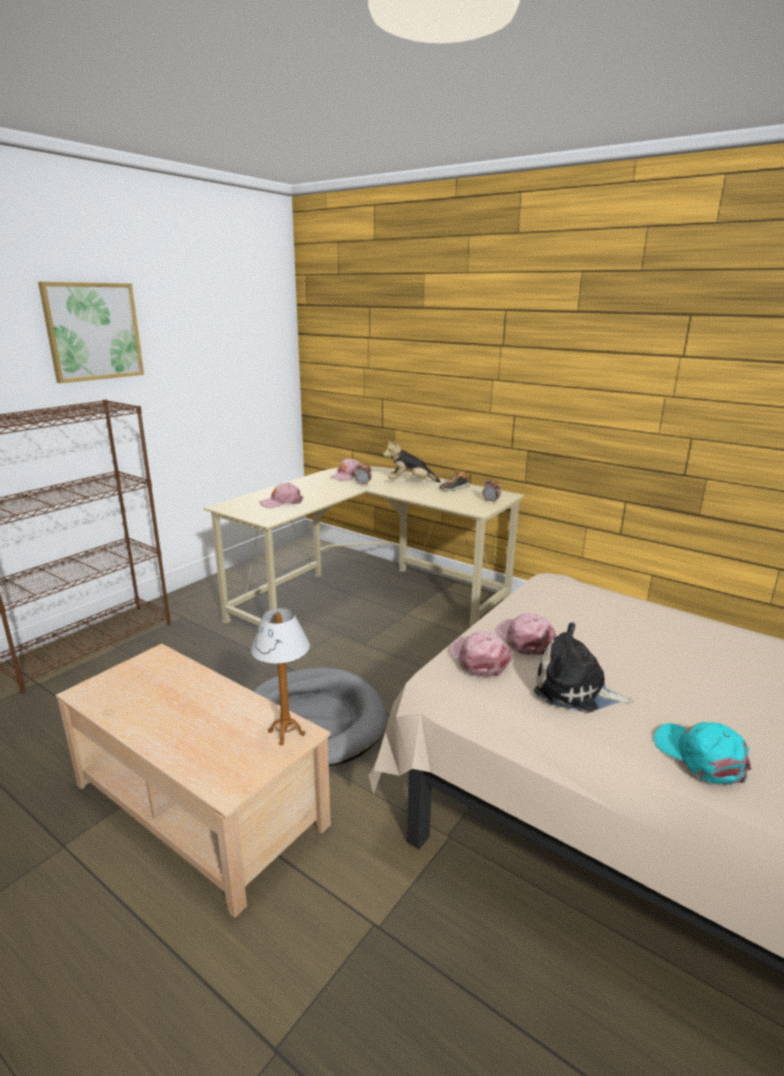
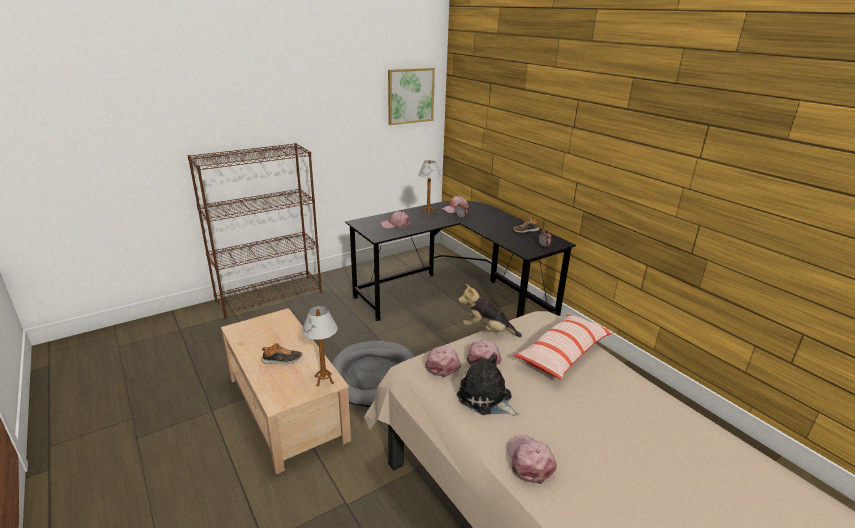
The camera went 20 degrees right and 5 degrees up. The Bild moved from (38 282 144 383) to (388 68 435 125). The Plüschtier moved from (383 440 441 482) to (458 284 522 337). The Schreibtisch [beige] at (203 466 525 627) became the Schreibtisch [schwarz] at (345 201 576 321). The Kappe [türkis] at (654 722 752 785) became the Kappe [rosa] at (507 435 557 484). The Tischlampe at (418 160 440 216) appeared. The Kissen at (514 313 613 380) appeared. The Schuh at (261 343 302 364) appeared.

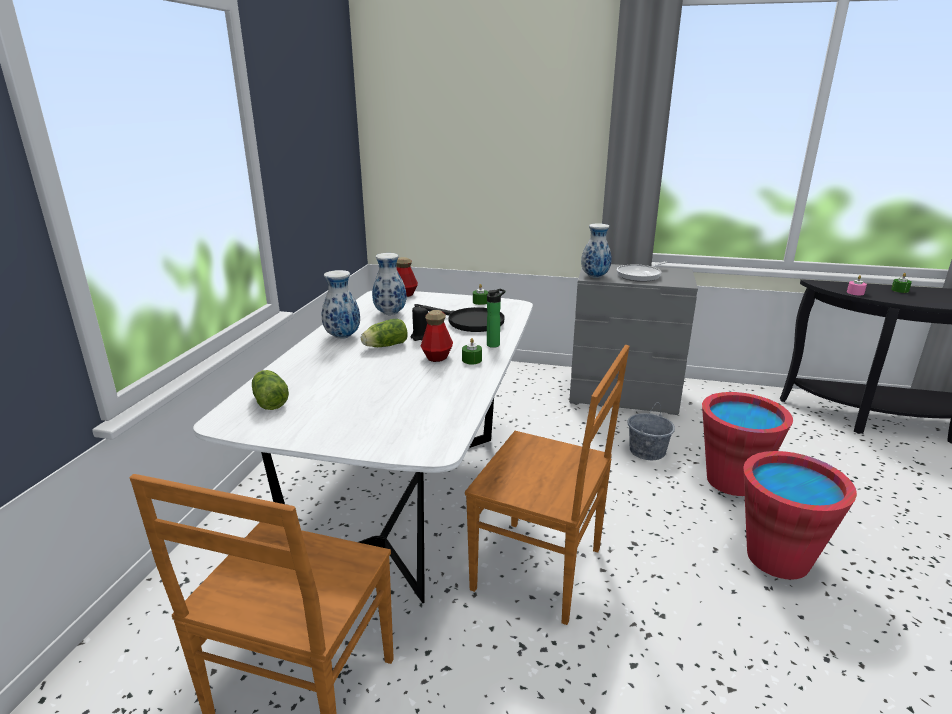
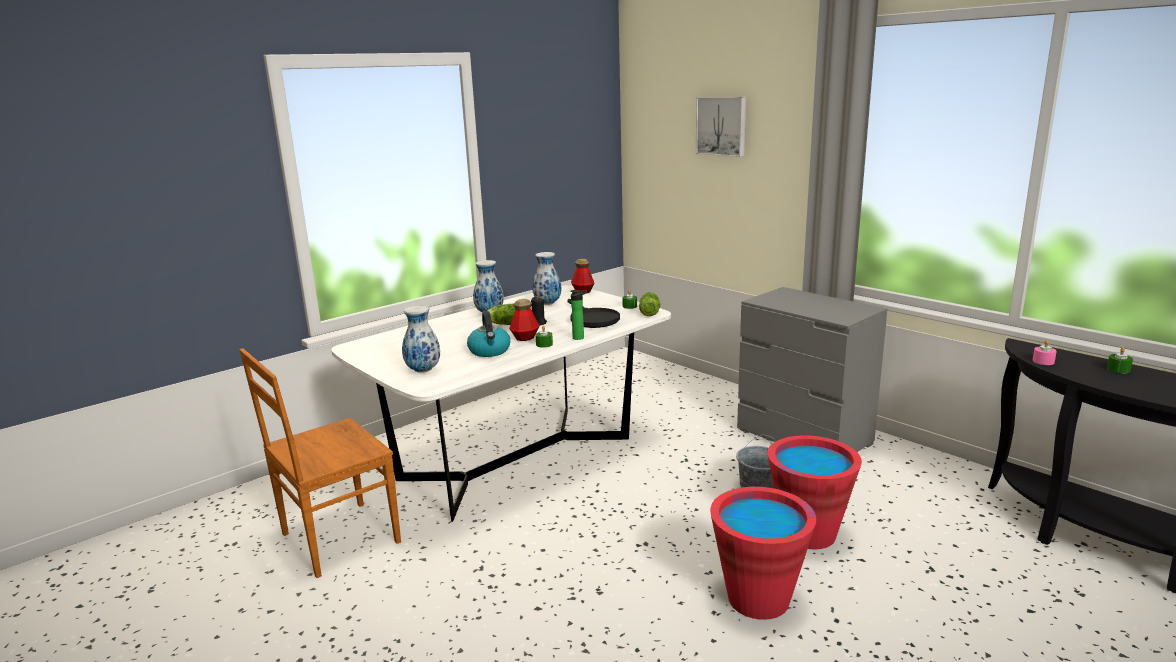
The camera went 35 degrees right and 5 degrees down. The Vase moved from (581 223 612 278) to (402 306 440 373). The Pfanne at (617 261 668 282) disappeared. The Stuhl [braun] at (465 345 630 625) disappeared. The Salatkopf moved from (252 370 289 410) to (639 292 660 316). The Bild at (696 97 746 157) appeared. The Wasserkessel at (467 311 510 357) appeared.

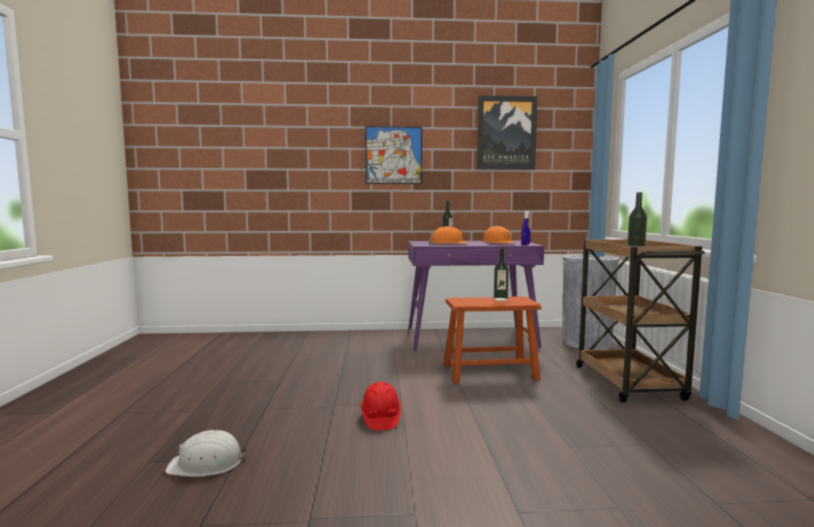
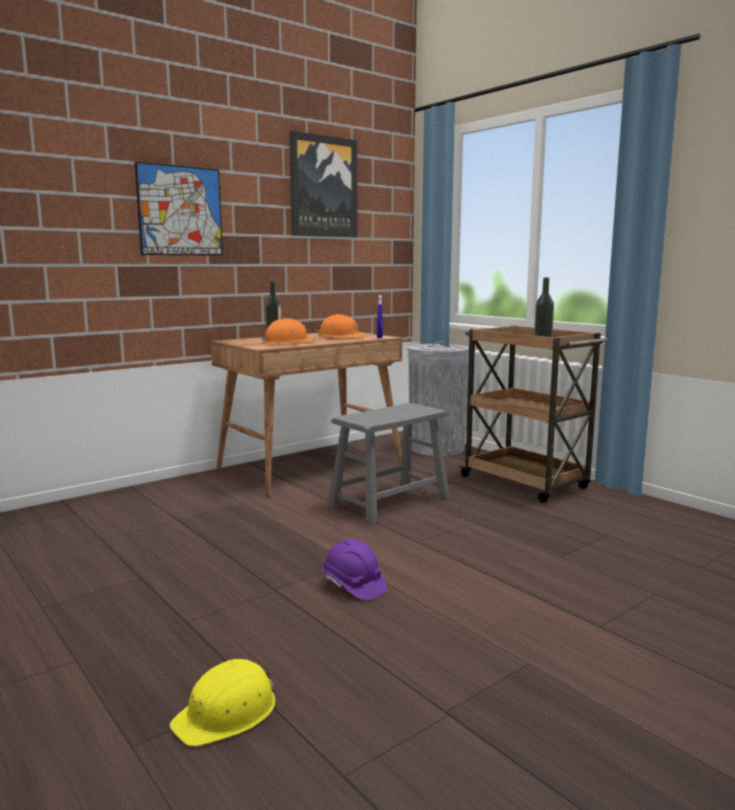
The camera went 35 degrees left and 5 degrees up. The Schreibtisch [lila] at (408 241 544 351) became the Schreibtisch [braun] at (211 332 402 496). The Flasche at (494 248 509 301) disappeared. The Hocker [braun] at (444 296 542 384) became the Hocker [grau] at (328 403 450 524). The Schutzhelm [rot] at (361 382 401 430) became the Schutzhelm [lila] at (323 539 387 601). The Schutzhelm [weiß] at (165 430 248 477) became the Schutzhelm [gelb] at (170 659 275 747).

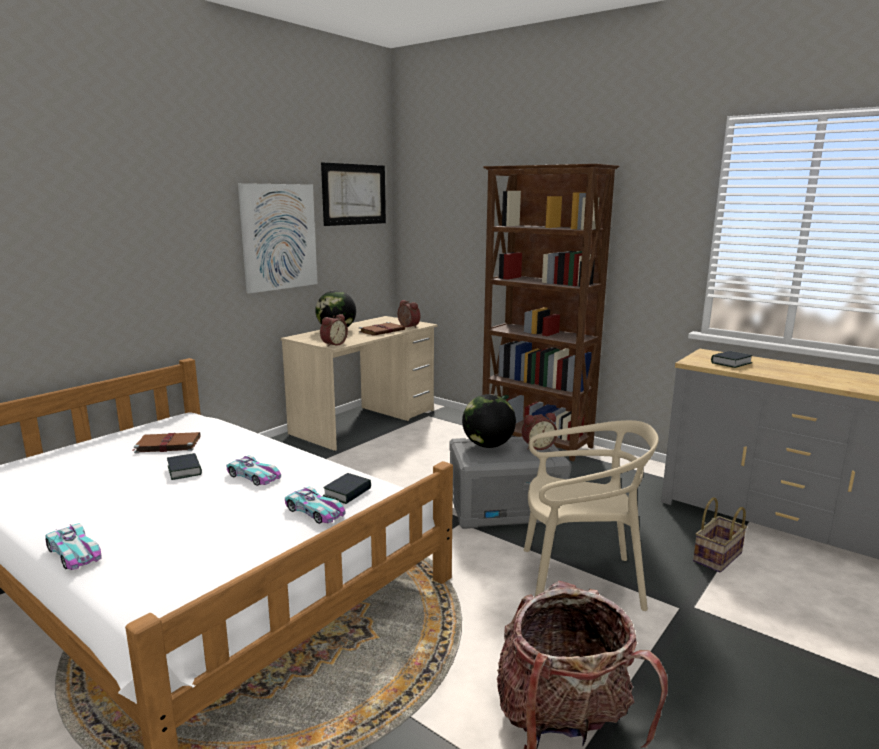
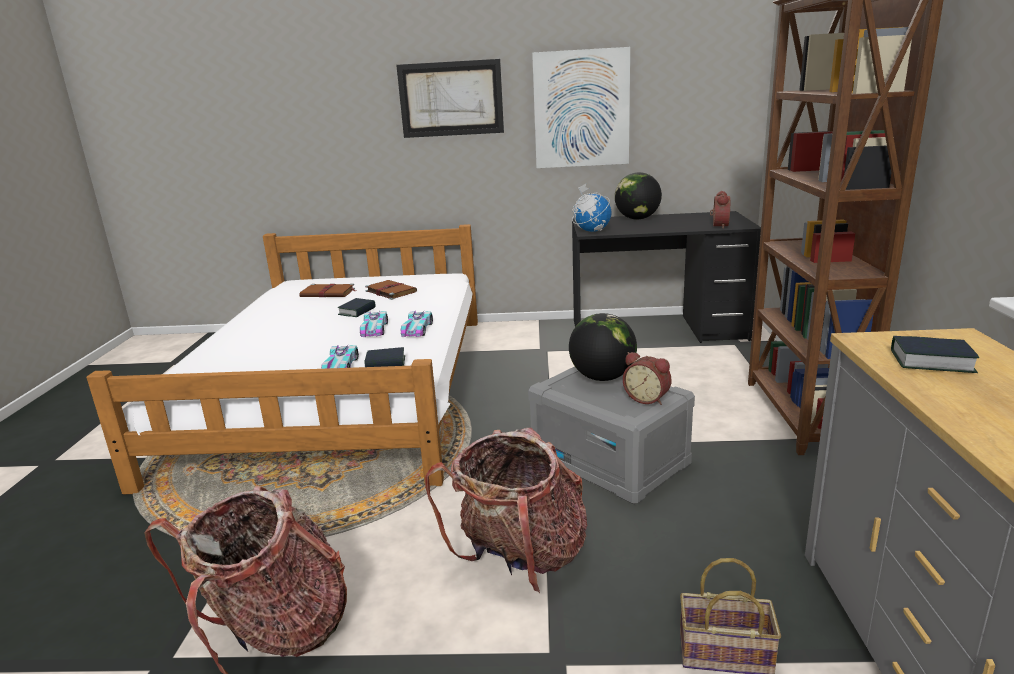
The camera went 55 degrees right and 5 degrees up. The Bild moved from (321 162 386 226) to (396 59 504 138). The Wecker at (320 314 348 347) was replaced by the Globus at (572 184 612 232). The Schreibtisch [beige] at (281 316 438 451) became the Schreibtisch [schwarz] at (572 211 761 343). The Buch [braun] moved from (359 322 405 336) to (299 283 357 297). The Stuhl [beige] at (524 420 659 611) was replaced by the Rucksack at (425 428 587 593). The Spielzeugauto moved from (45 523 102 570) to (400 310 433 337).

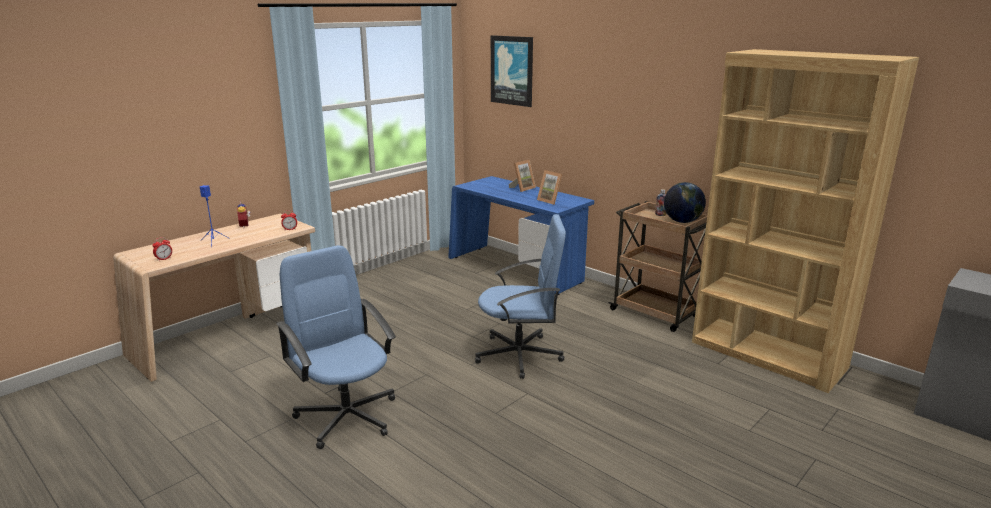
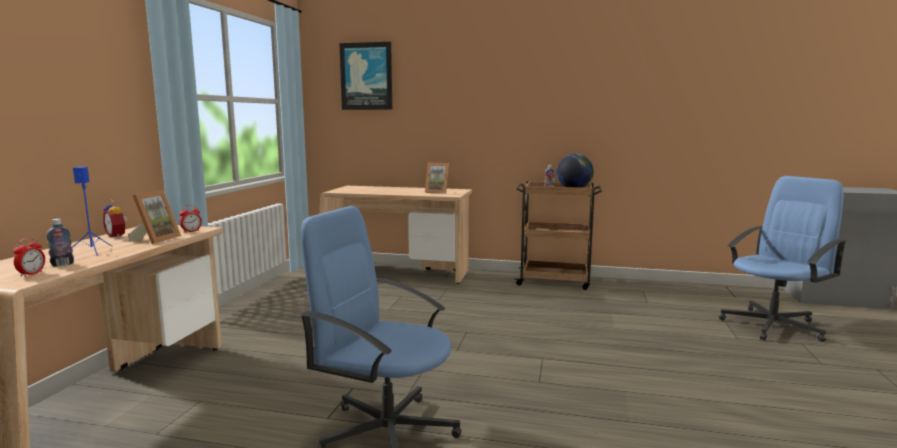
The camera went 30 degrees left and 10 degrees down. The Bücherregal [braun] at (692 49 919 393) disappeared. The Bilderrahmen moved from (509 160 536 192) to (128 190 181 244). The Schreibtisch [blau] at (448 176 594 295) became the Schreibtisch [beige] at (319 186 472 284). The Bürostuhl [blau] moved from (475 214 566 379) to (719 176 847 342). The Flasche at (46 219 74 267) appeared.

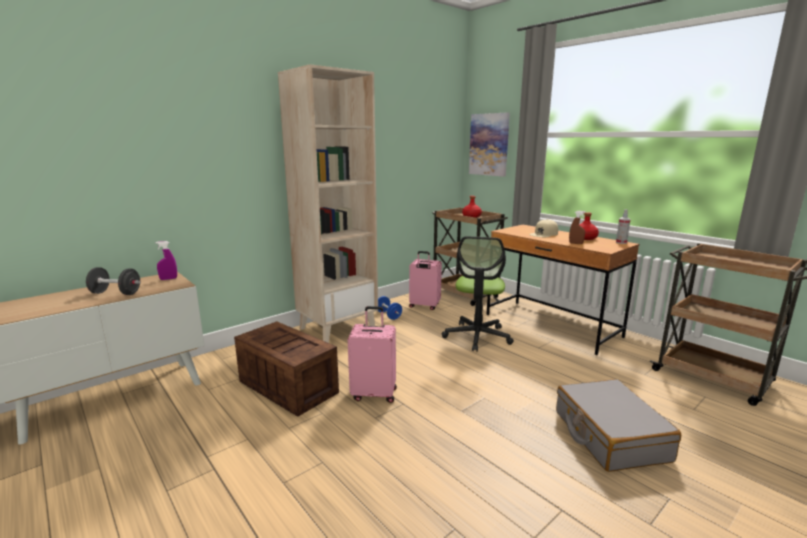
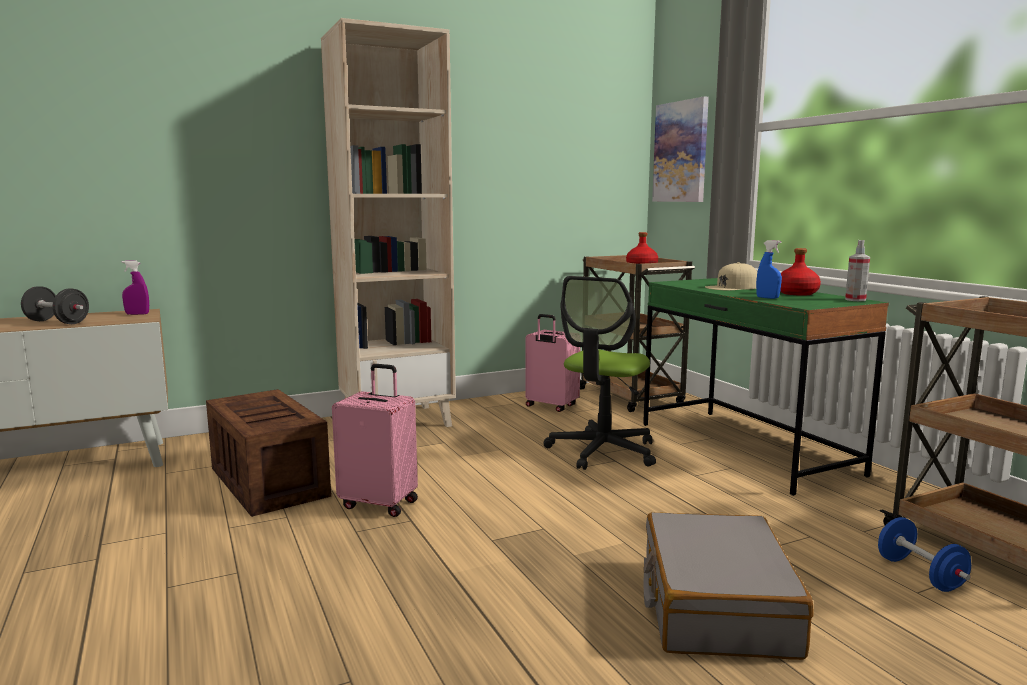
The camera went 15 degrees right and 5 degrees down. The Sprühflasche [braun] at (569 211 586 244) became the Sprühflasche [blau] at (756 240 782 299). The Schreibtisch [braun] at (487 225 639 355) became the Schreibtisch [grün] at (643 278 889 496). The Hantel [blau] moved from (378 296 402 320) to (878 517 971 592).

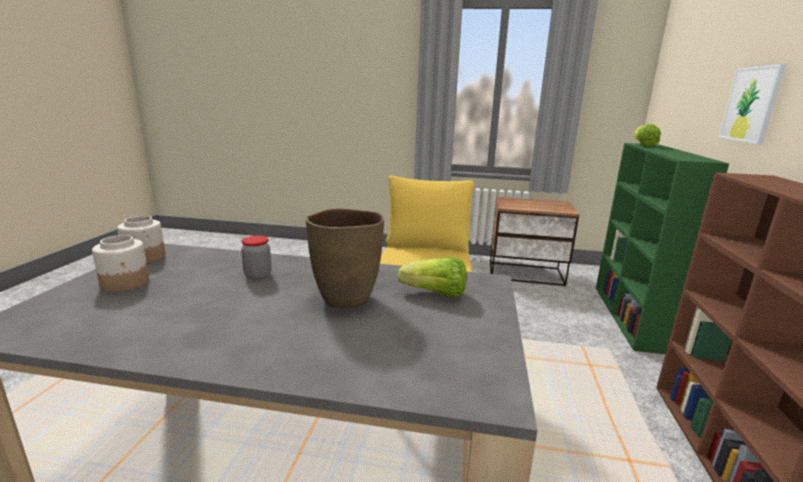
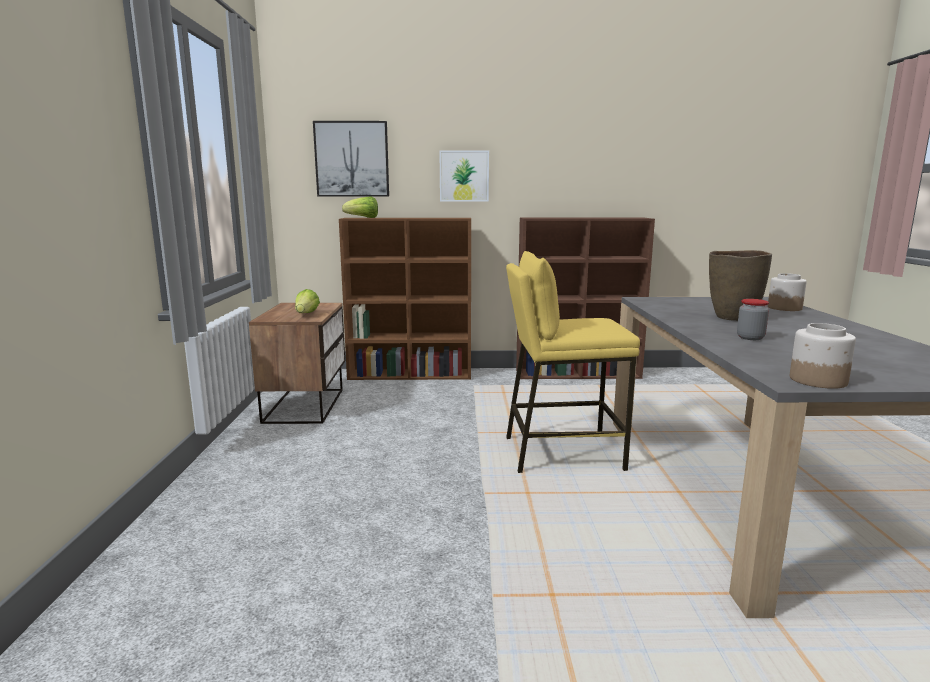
The camera went 100 degrees left and 5 degrees down. The Bücherregal [grün] at (596 143 729 354) became the Bücherregal [braun] at (339 218 471 380). The Vorratsglas moved from (92 235 149 292) to (768 273 806 311). The Salatkopf moved from (398 257 467 297) to (295 289 320 313). The Bild at (313 121 389 197) appeared.

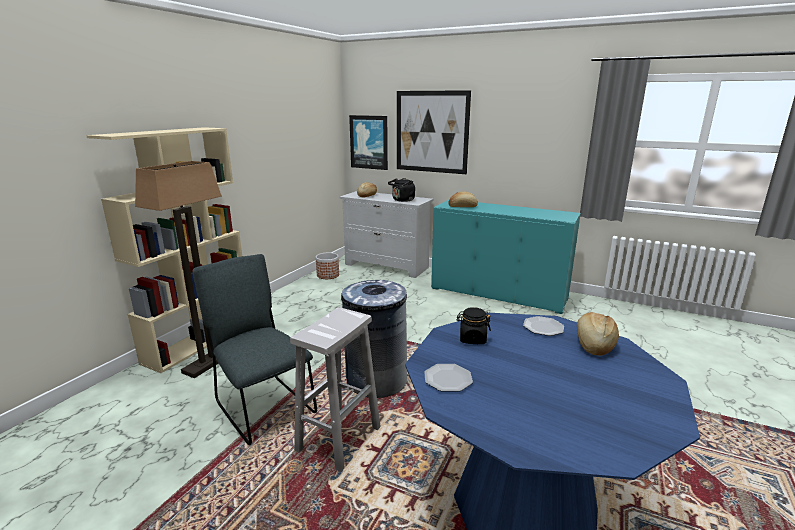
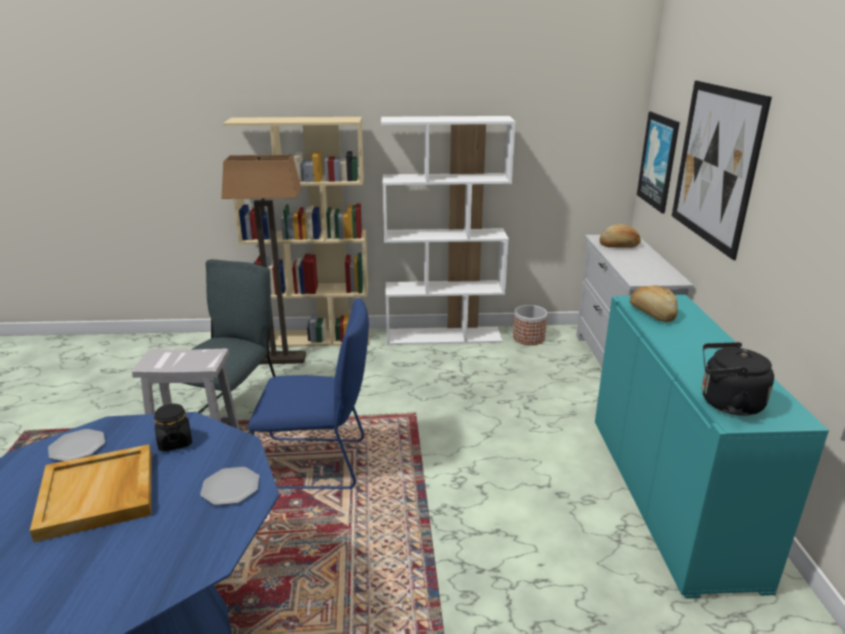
The camera went 60 degrees right and 5 degrees up. The Wasserkessel [schwarz] moved from (388 178 416 202) to (702 342 774 416). The Mülleimer [grau] at (341 280 407 398) was replaced by the Stuhl [blau] at (248 298 369 489). The Brot at (577 312 619 356) disappeared. The Bücherregal [weiß] at (381 116 516 345) appeared. The Tablett [beige] at (30 444 152 543) appeared.

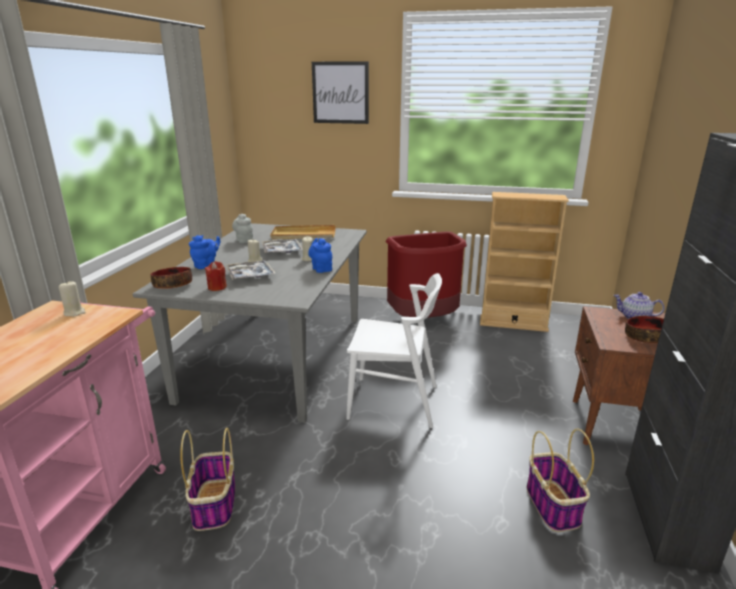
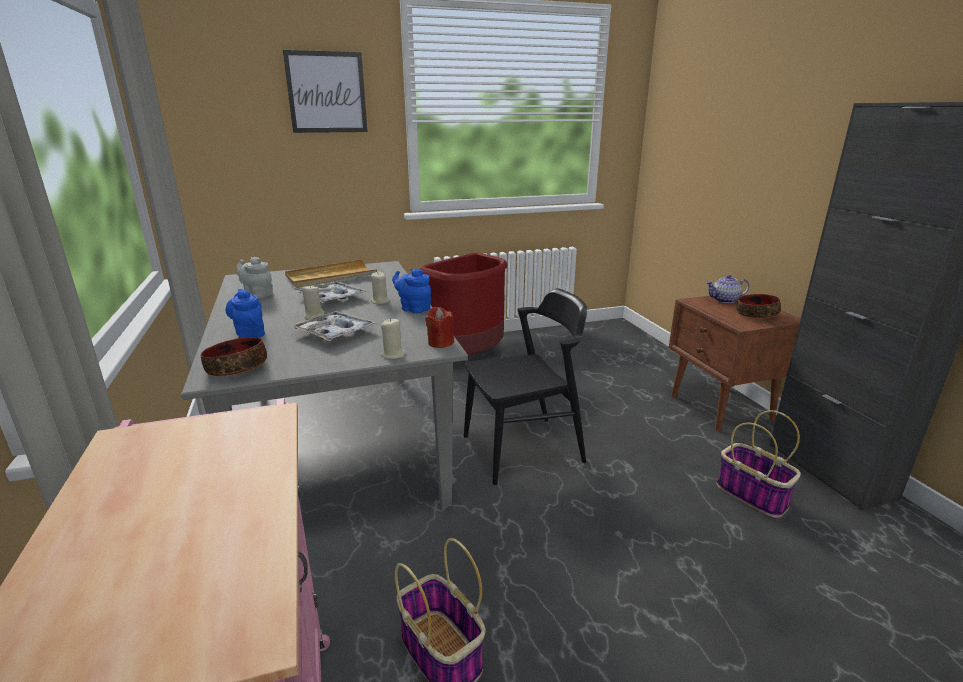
The camera went 30 degrees left and 0 degrees up. The Bücherregal [beige] at (480 192 569 332) disappeared. The Teekanne [blau] at (189 235 220 269) turned 45 degrees counterclockwise. The Kerze [rot] moved from (205 261 227 291) to (426 307 454 348). The Stuhl [weiß] at (346 273 442 428) became the Stuhl [schwarz] at (464 288 587 485). The Kerze [beige] moved from (58 281 86 317) to (381 318 406 359).

